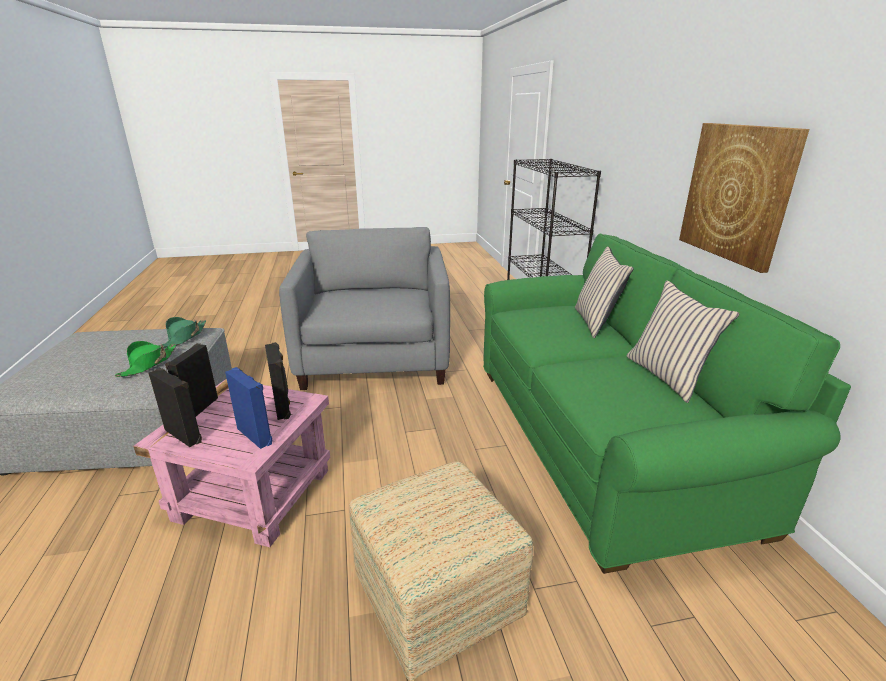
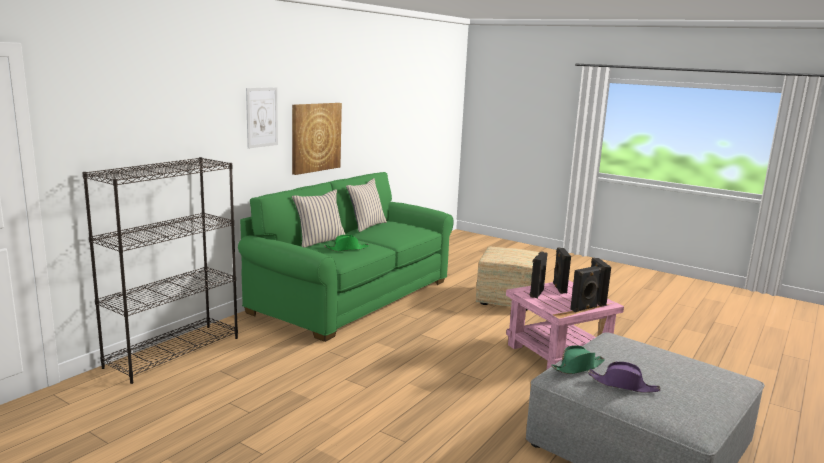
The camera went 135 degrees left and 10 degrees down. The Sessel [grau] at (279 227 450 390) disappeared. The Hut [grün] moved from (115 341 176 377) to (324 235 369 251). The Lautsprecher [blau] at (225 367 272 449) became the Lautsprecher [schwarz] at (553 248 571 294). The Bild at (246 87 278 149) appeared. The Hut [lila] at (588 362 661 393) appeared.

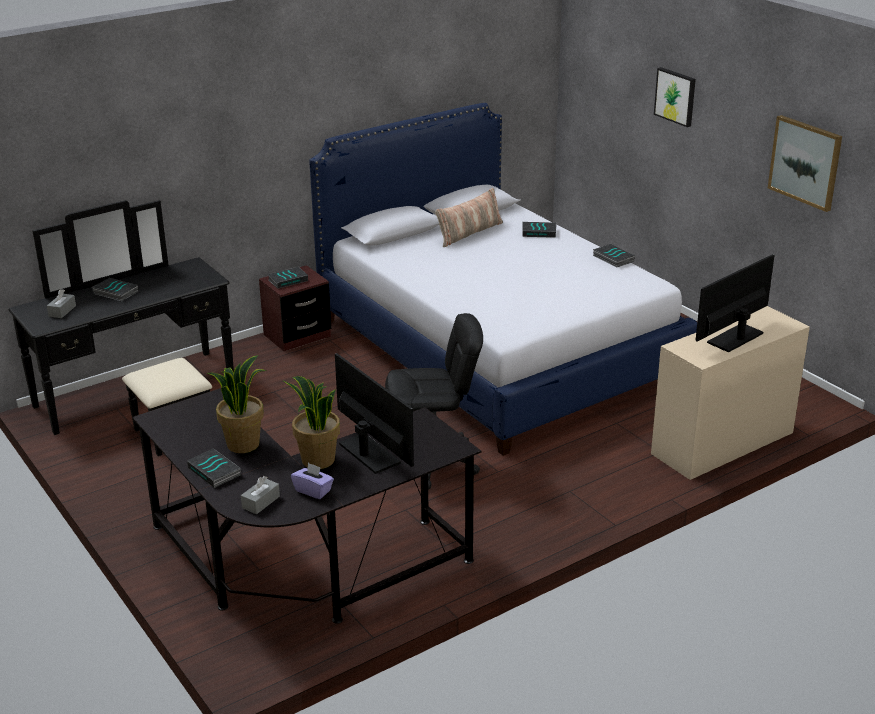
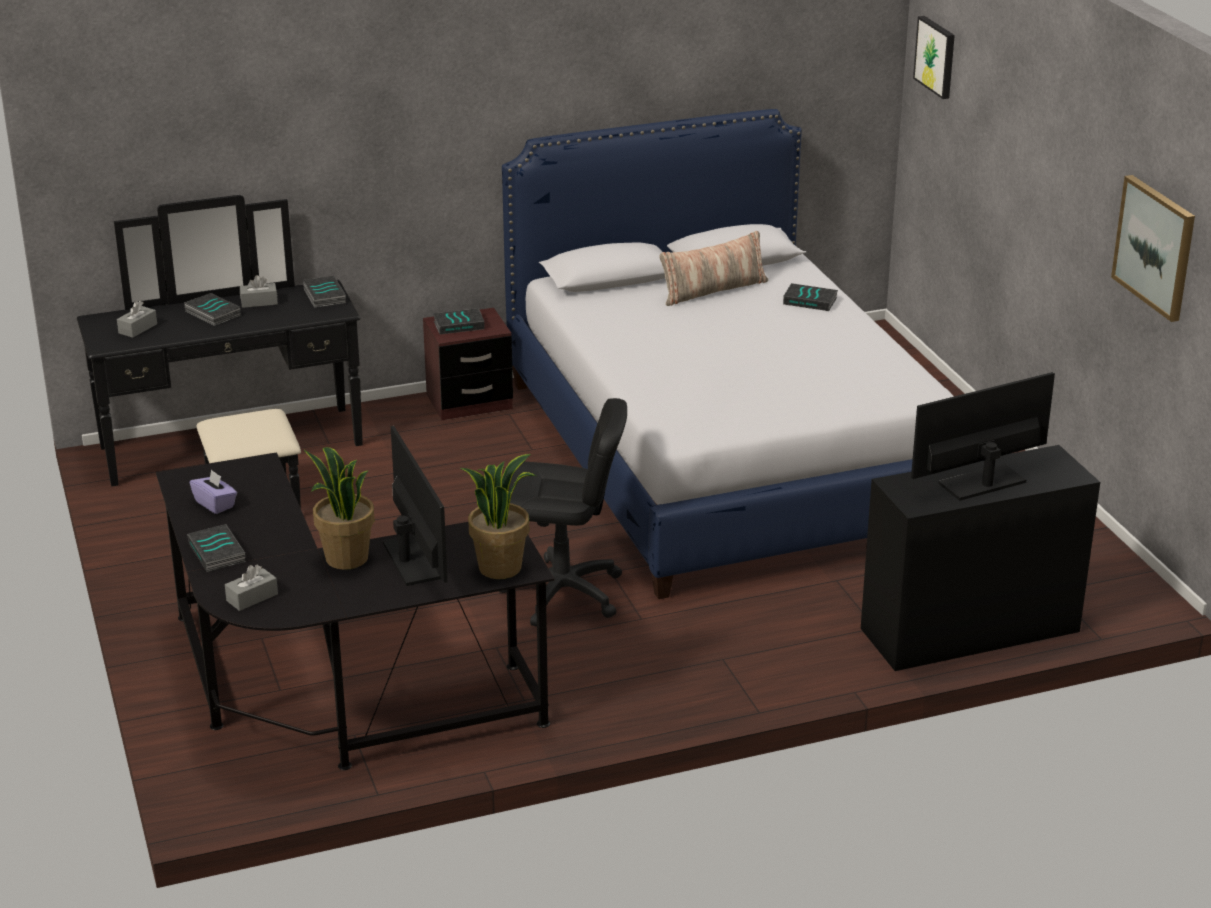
The camera went 15 degrees right and 0 degrees up. The Bild moved from (654 67 696 127) to (913 16 955 99). The Buch moved from (593 244 635 268) to (303 276 346 308). The Schreibtisch [beige] at (651 306 810 480) became the Schreibtisch [schwarz] at (861 445 1100 671). The Topfpflanze moved from (207 355 266 453) to (460 454 536 579). The Taschentuchbox [lila] moved from (291 463 334 499) to (190 469 237 514). The Taschentuchbox [grau] at (240 275 278 308) appeared.

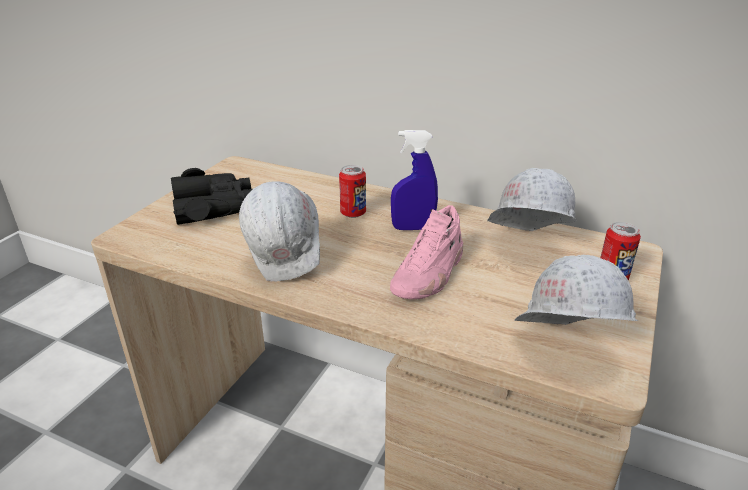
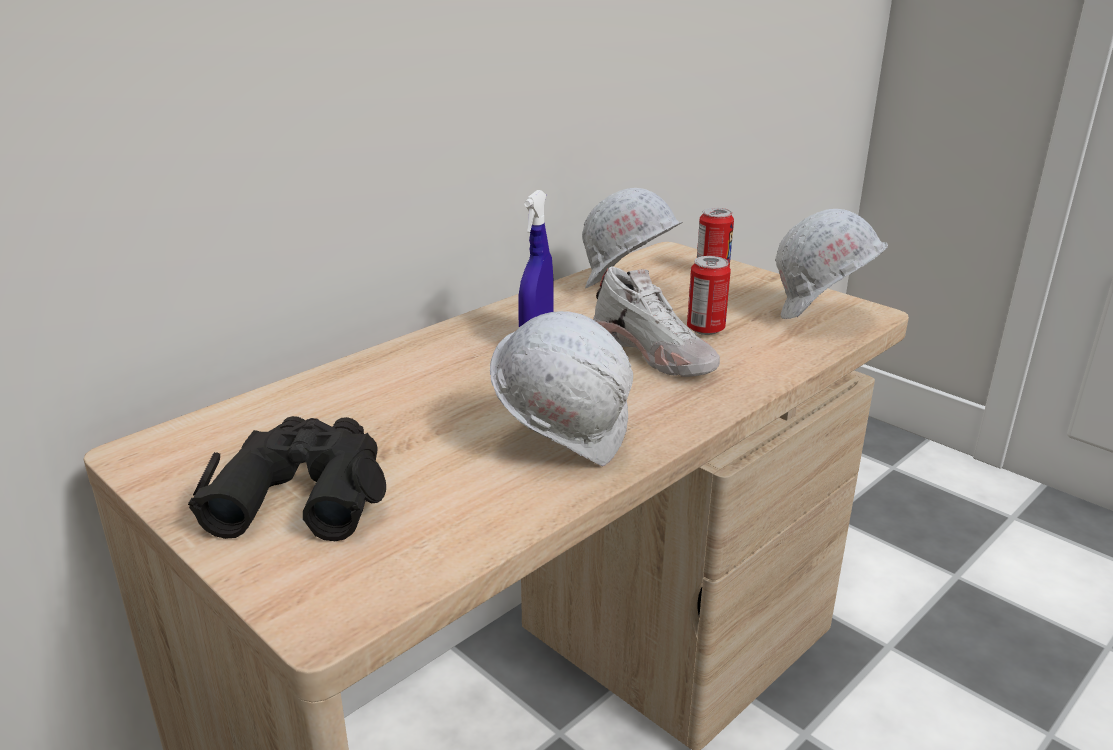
The camera went 70 degrees left and 5 degrees down. The Dose moved from (339 165 366 218) to (687 256 731 335). The Schuh [rosa] at (390 205 463 299) became the Schuh [weiß] at (593 266 720 377).

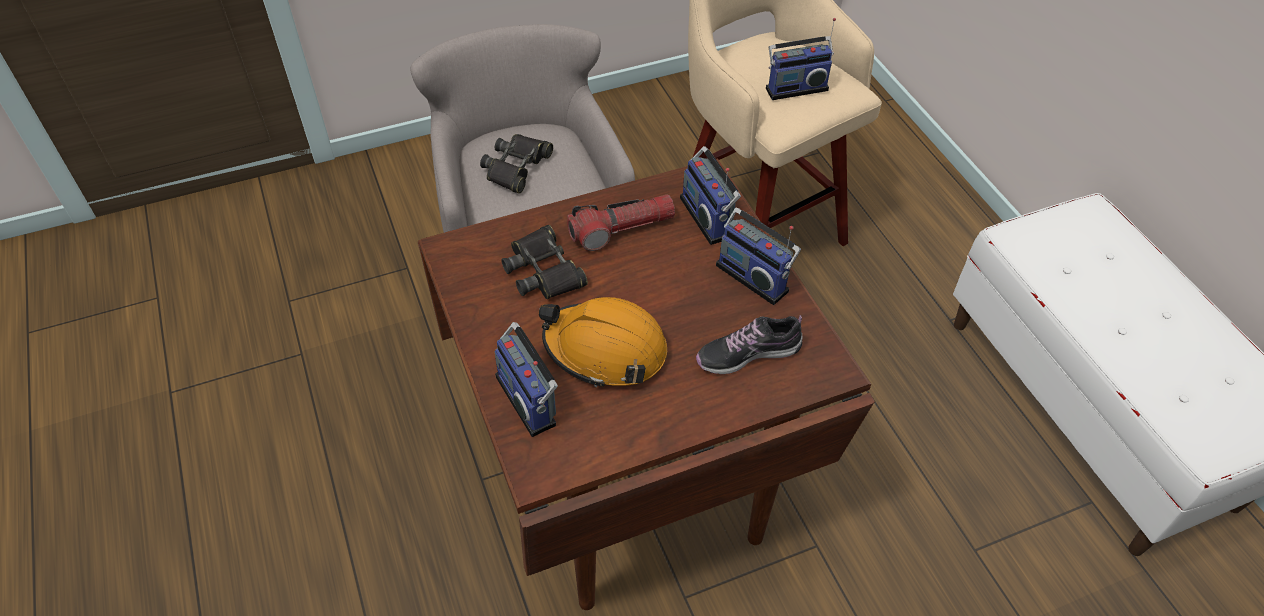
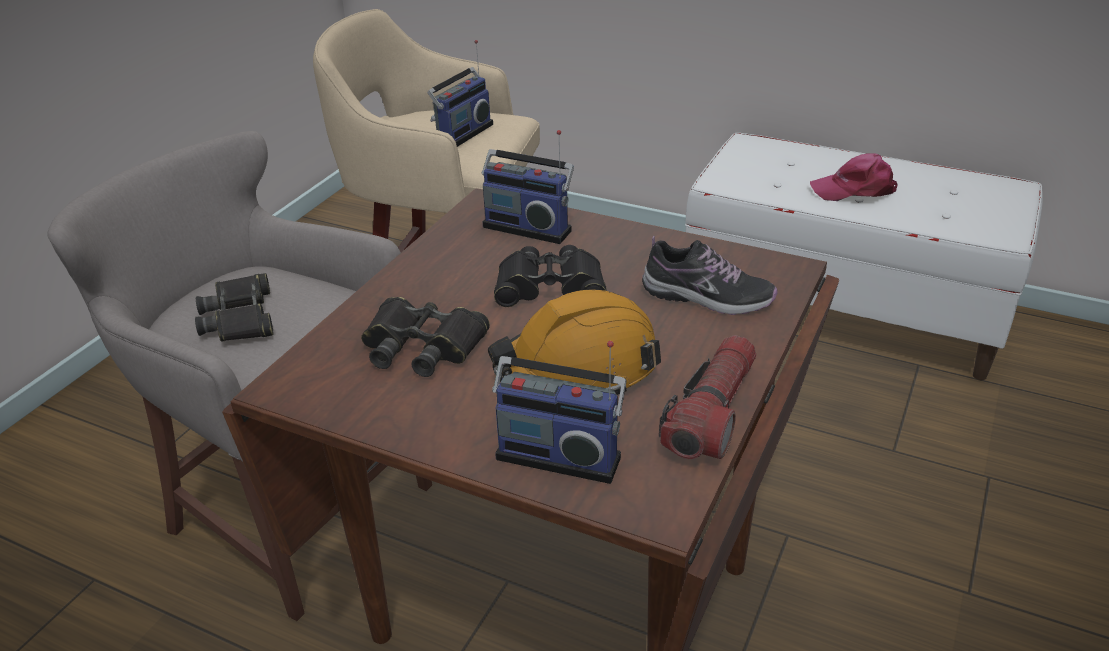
The camera went 40 degrees left and 15 degrees down. The Taschenlampe moved from (567 195 675 251) to (659 335 756 459). The Radio at (716 208 801 305) disappeared. The Schuh at (696 315 802 374) turned 105 degrees counterclockwise. The Kappe [rosa] at (810 153 898 201) appeared. The Fernglas [schwarz] at (494 245 606 307) appeared.

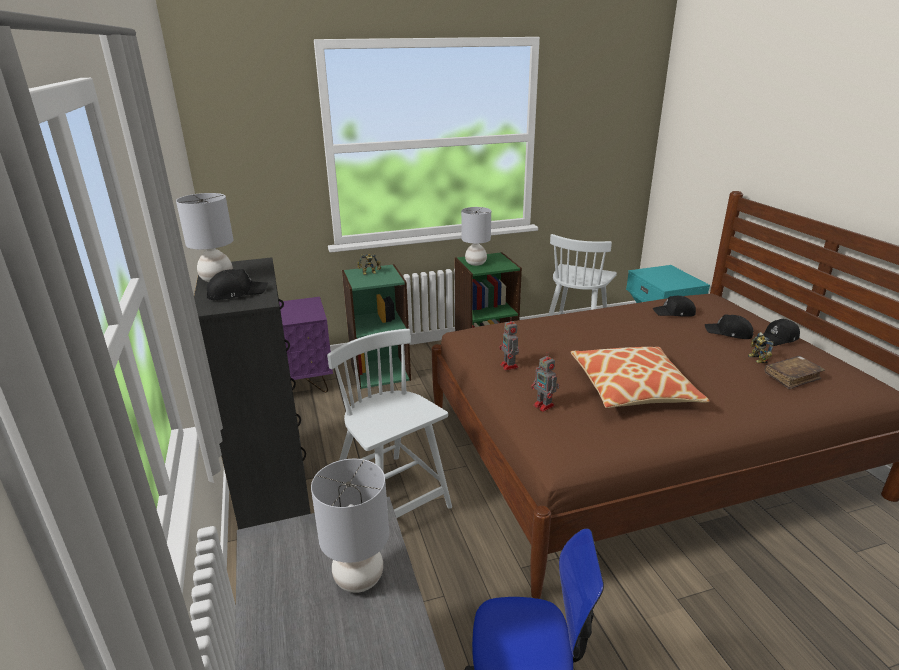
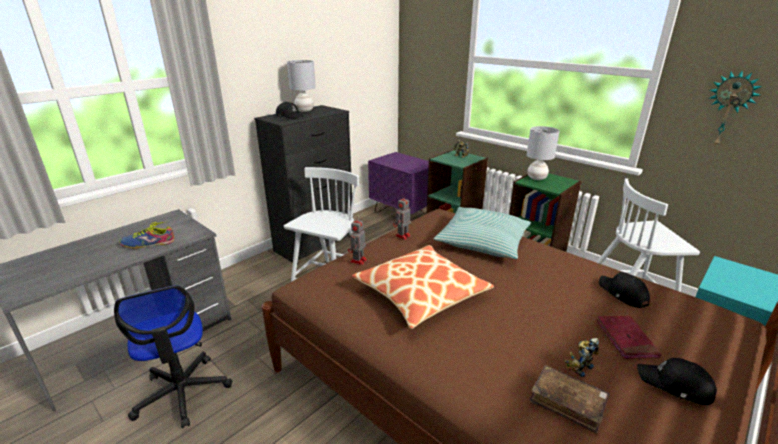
The camera went 60 degrees right and 0 degrees up. The Kappe [schwarz] at (705 315 754 339) was replaced by the Buch [rot] at (596 316 662 359). The Tischlampe [grau] at (311 459 389 593) was replaced by the Schuh at (119 222 175 248). The Wanduhr at (710 70 762 147) appeared. The Kissen at (434 207 531 259) appeared.

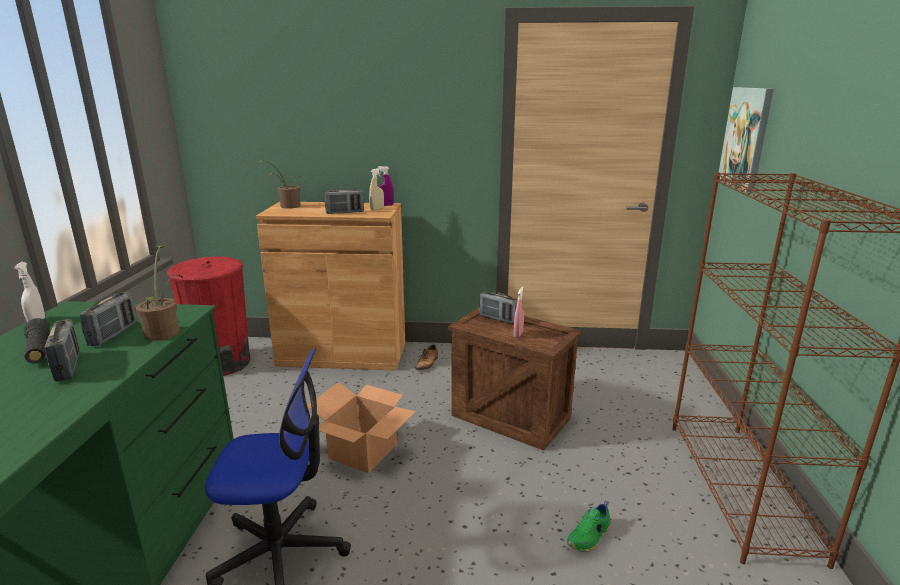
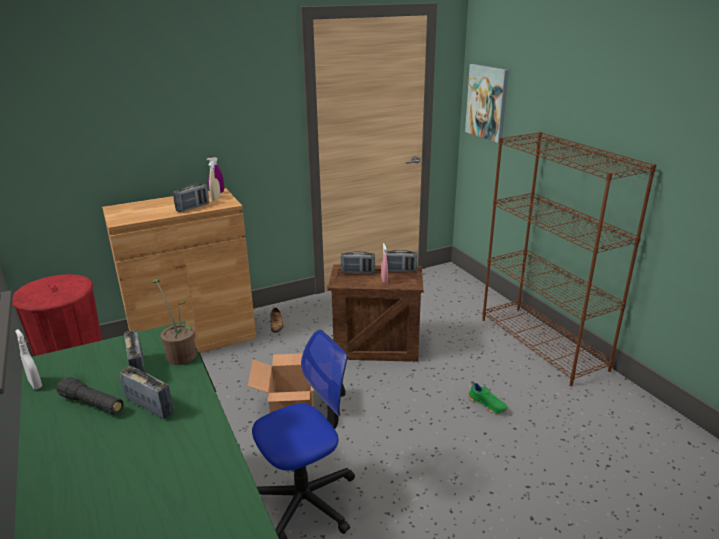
The camera went 30 degrees left and 5 degrees up. The Topfpflanze at (257 160 301 209) disappeared. The Schuh [grün] at (567 500 610 552) turned 60 degrees counterclockwise. The Radio at (386 250 418 272) appeared.

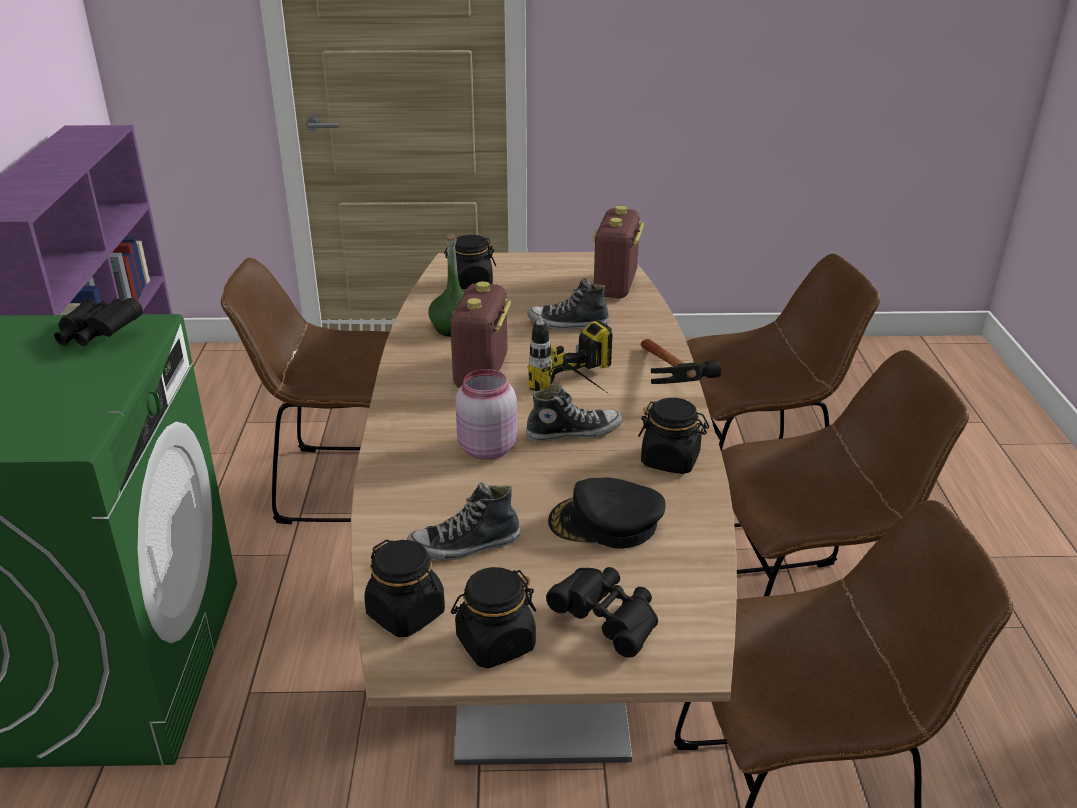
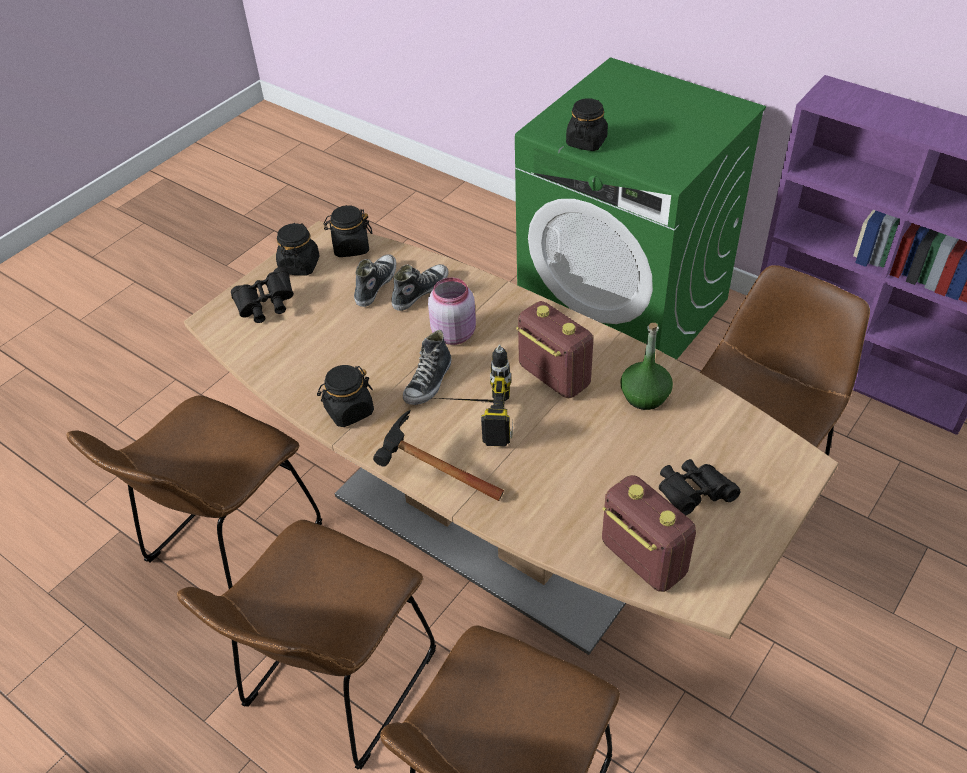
The camera went 130 degrees right and 15 degrees up. The Vorratsglas [schwarz] moved from (444 235 496 289) to (566 98 608 151). The Schuh moved from (527 278 609 330) to (391 264 449 311). The Fernglas [schwarz] moved from (54 298 143 346) to (659 459 740 515). The Kappe [schwarz] at (548 478 666 549) disappeared.

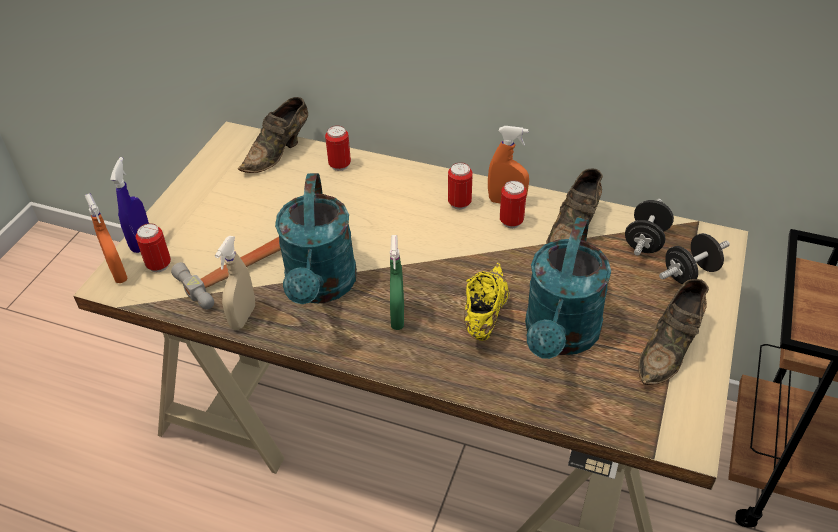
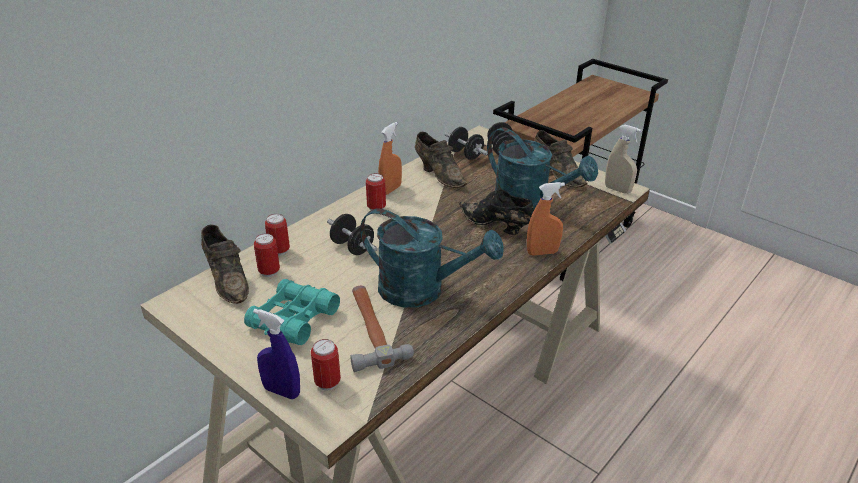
The camera went 70 degrees left and 10 degrees down. The Dose moved from (500 180 527 228) to (254 233 280 277). The Sprühflasche [orange] moved from (85 193 127 283) to (527 182 565 256). The Sprühflasche [grün] at (390 235 404 330) disappeared. The Sprühflasche [beige] moved from (215 236 255 330) to (605 125 642 194). The Schuh [gelb] at (464 262 510 341) became the Schuh [schwarz] at (459 189 534 235). The Hantel [schwarz] at (327 214 377 255) appeared. The Fernglas [türkis] at (244 279 340 345) appeared.

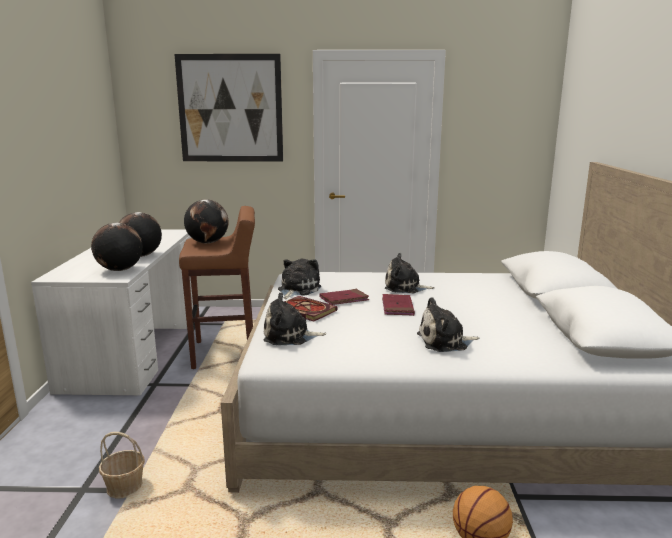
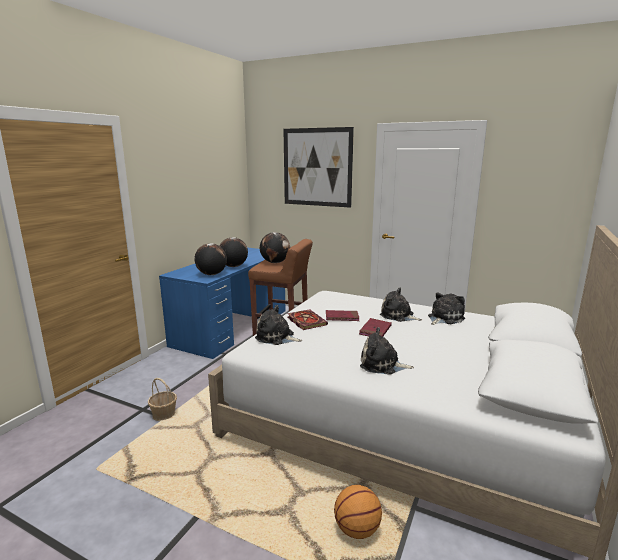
The camera went 25 degrees right and 0 degrees up. The Schreibtisch [weiß] at (31 229 193 395) became the Schreibtisch [blau] at (159 248 285 359). The Plüschtier moved from (278 258 321 299) to (428 292 465 325).

